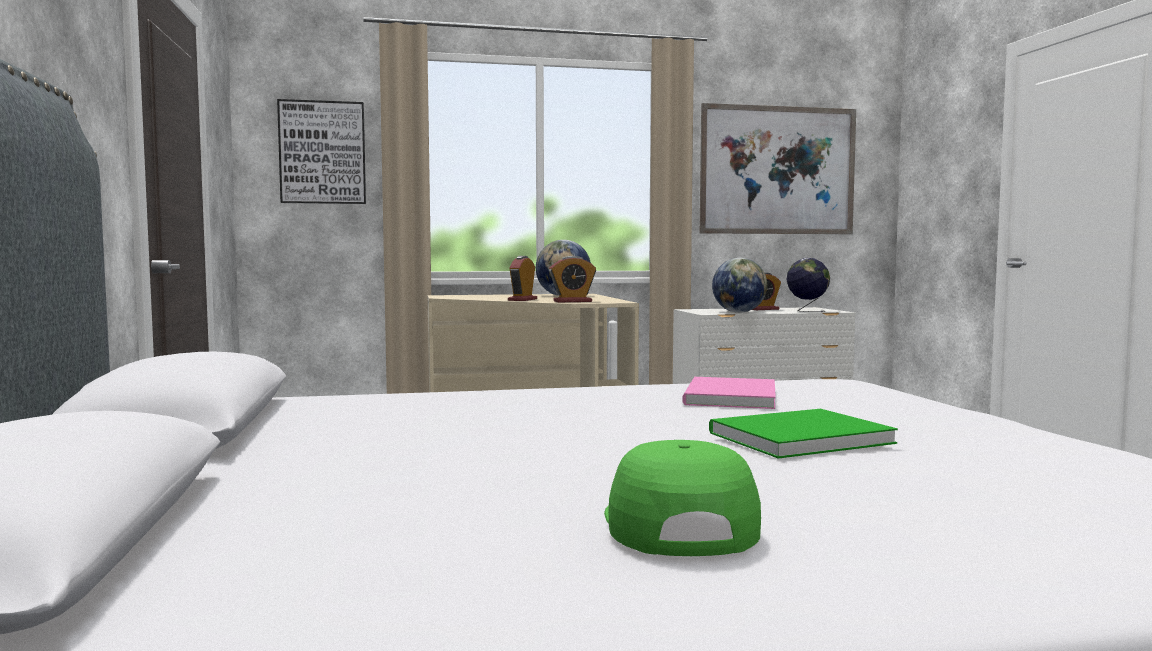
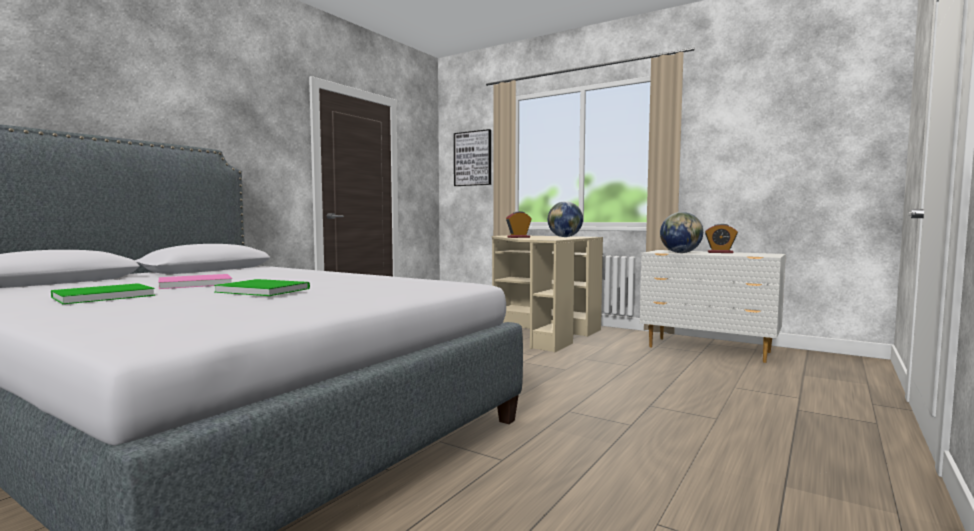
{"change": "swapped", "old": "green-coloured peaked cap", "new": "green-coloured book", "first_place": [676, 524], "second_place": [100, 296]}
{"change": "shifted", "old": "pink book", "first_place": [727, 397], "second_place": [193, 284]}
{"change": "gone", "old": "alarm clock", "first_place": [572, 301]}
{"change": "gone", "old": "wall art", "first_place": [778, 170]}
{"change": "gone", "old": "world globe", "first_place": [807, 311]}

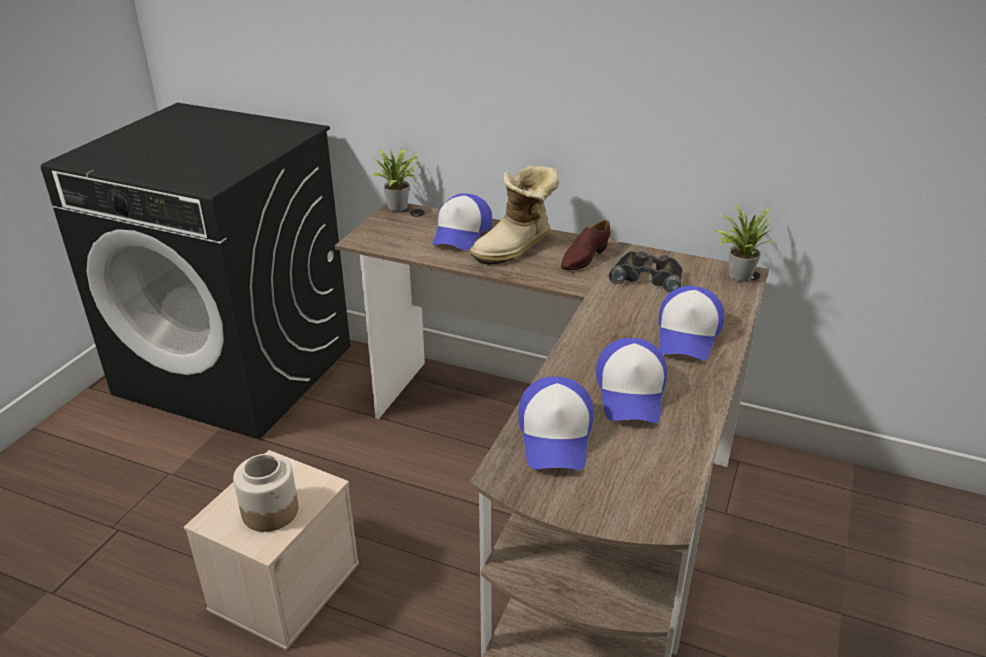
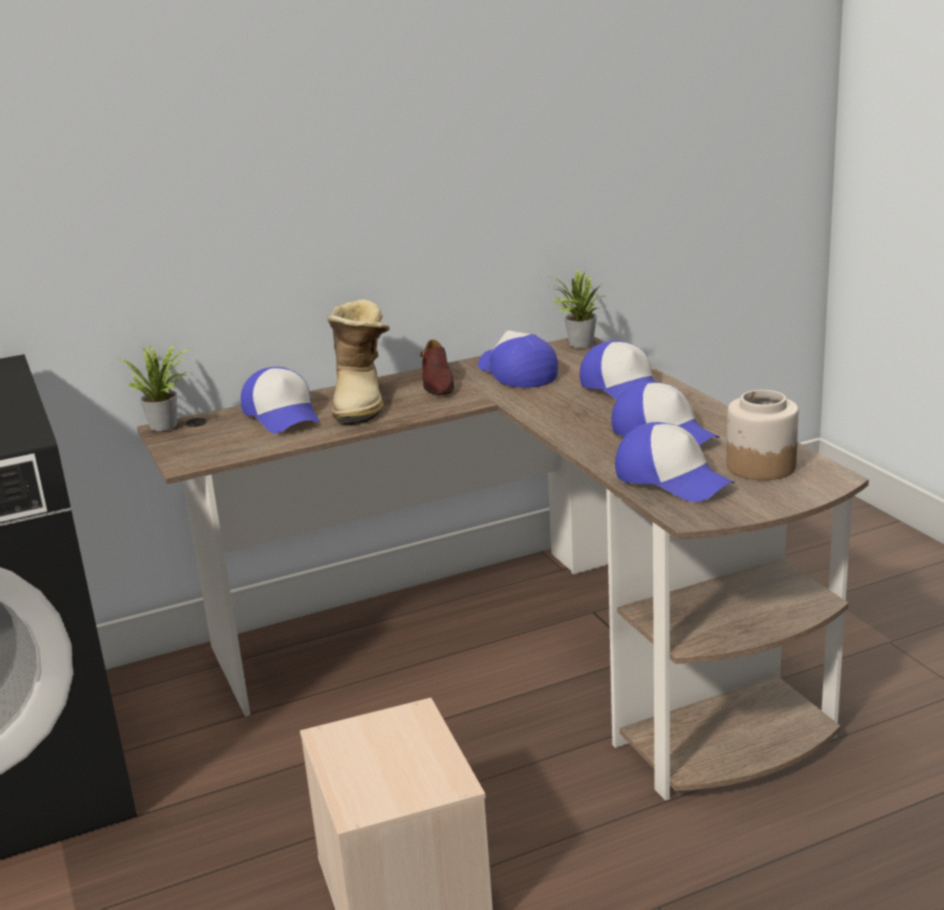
{"change": "swapped", "old": "black pair of binoculars", "new": "peaked cap", "first_place": [647, 277], "second_place": [516, 373]}
{"change": "shifted", "old": "preserve jar", "first_place": [270, 511], "second_place": [760, 466]}

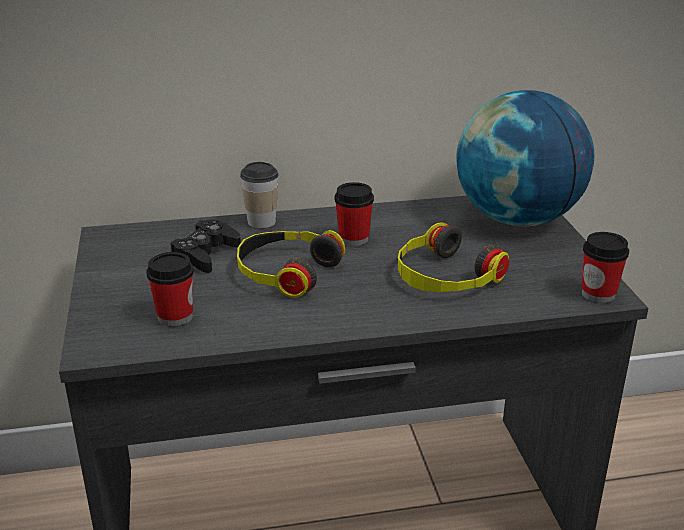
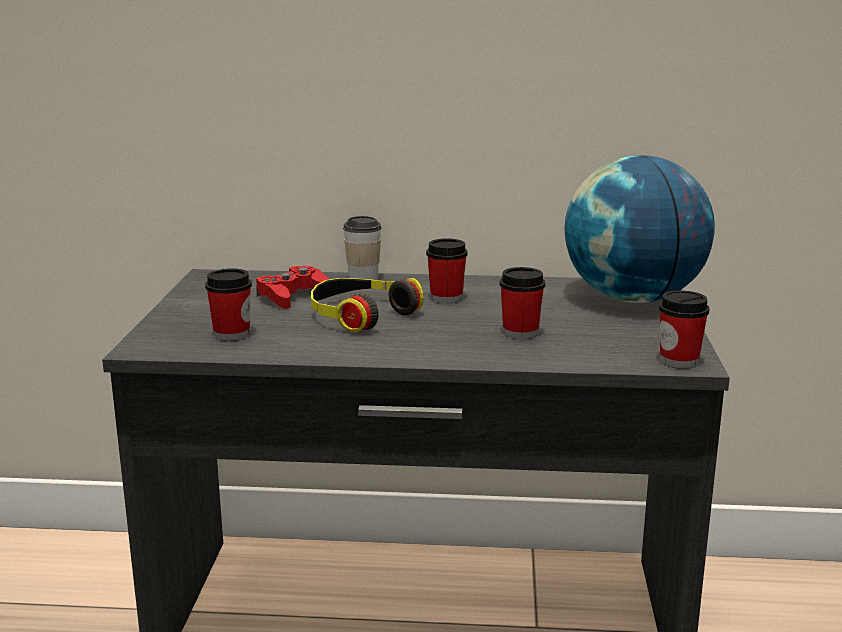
{"change": "repainted", "old": "black joypad", "new": "red joypad", "first_place": [205, 254], "second_place": [292, 296]}
{"change": "swapped", "old": "headset", "new": "drinking cup", "first_place": [445, 276], "second_place": [520, 333]}

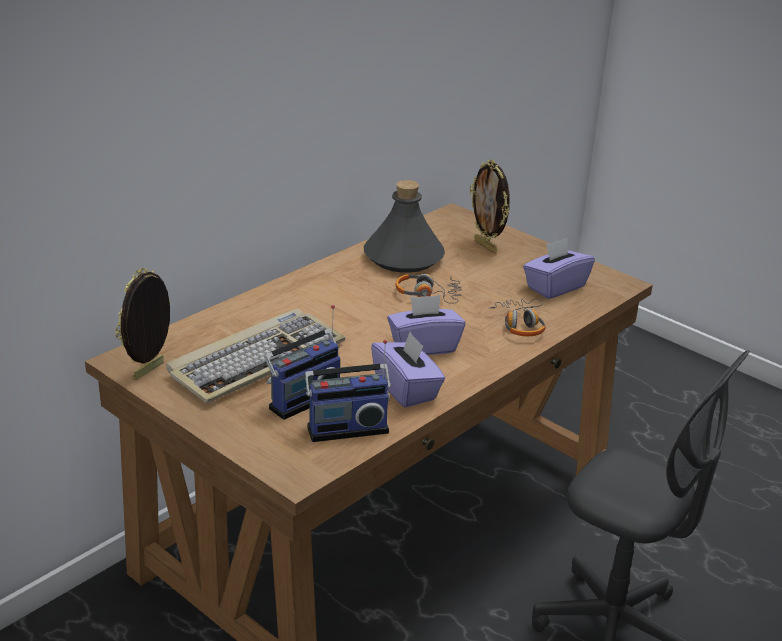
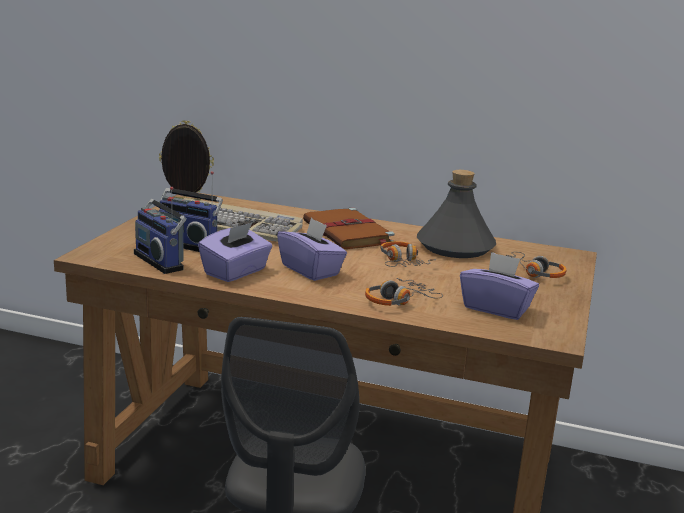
{"change": "new", "new": "brown book", "second_place": [348, 233]}
{"change": "swapped", "old": "standing frame", "new": "headset", "first_place": [486, 246], "second_place": [532, 273]}

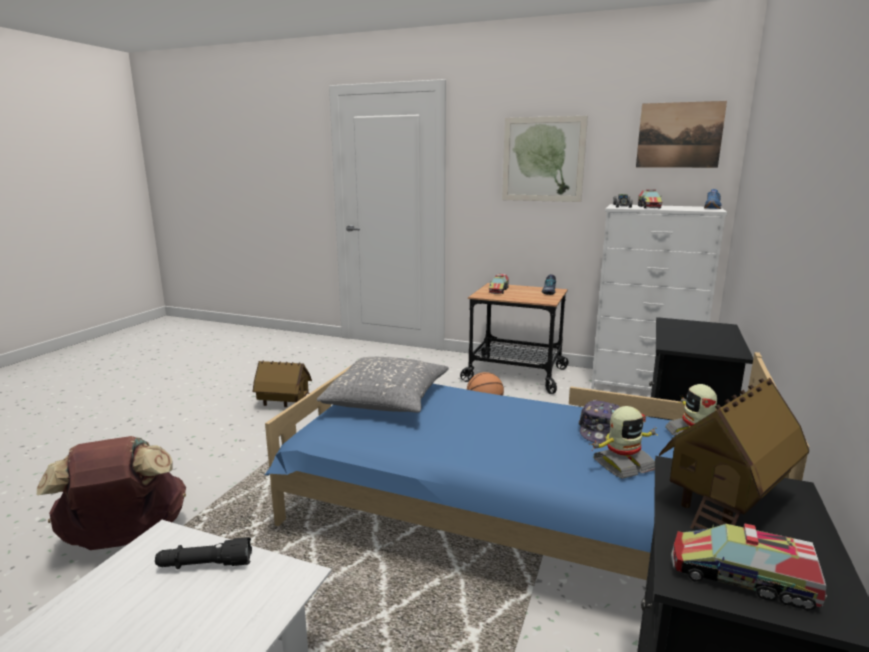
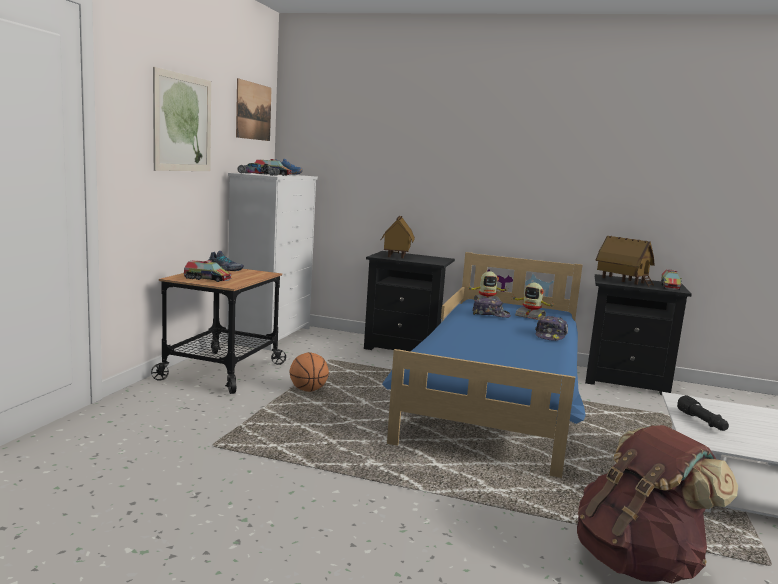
{"change": "shifted", "old": "miniature house", "first_place": [285, 404], "second_place": [396, 256]}
{"change": "rotated", "old": "robot figure", "first_place": [622, 464], "second_place": [530, 316], "degrees": 150}
{"change": "new", "new": "peaked cap", "second_place": [551, 336]}
{"change": "gone", "old": "greyish pillow", "first_place": [387, 400]}

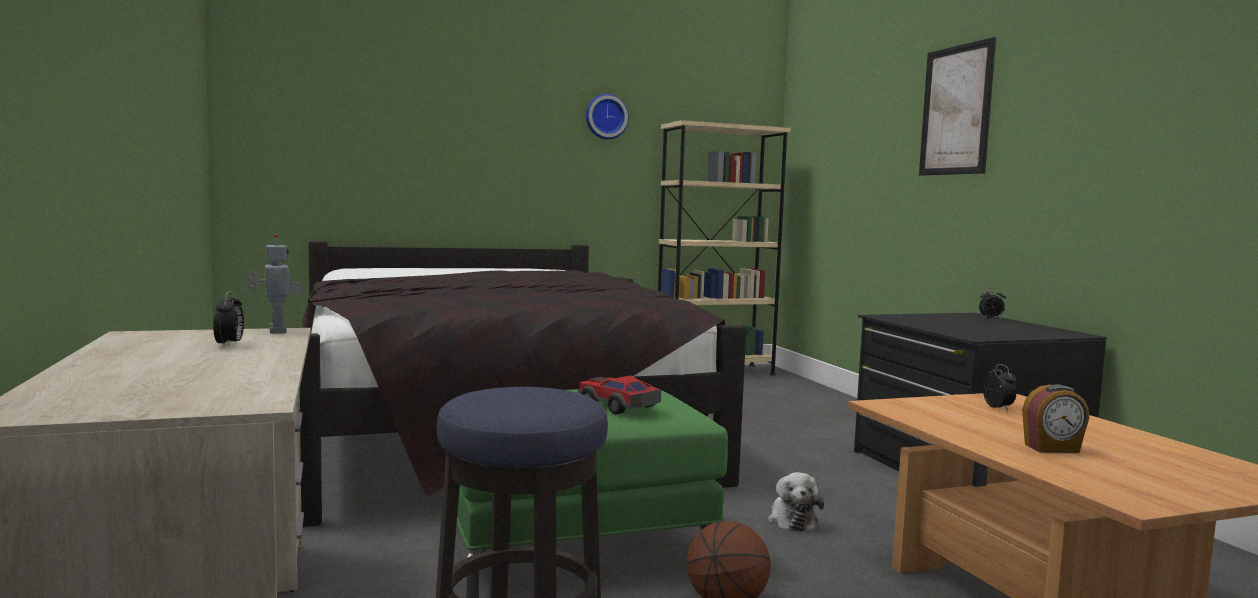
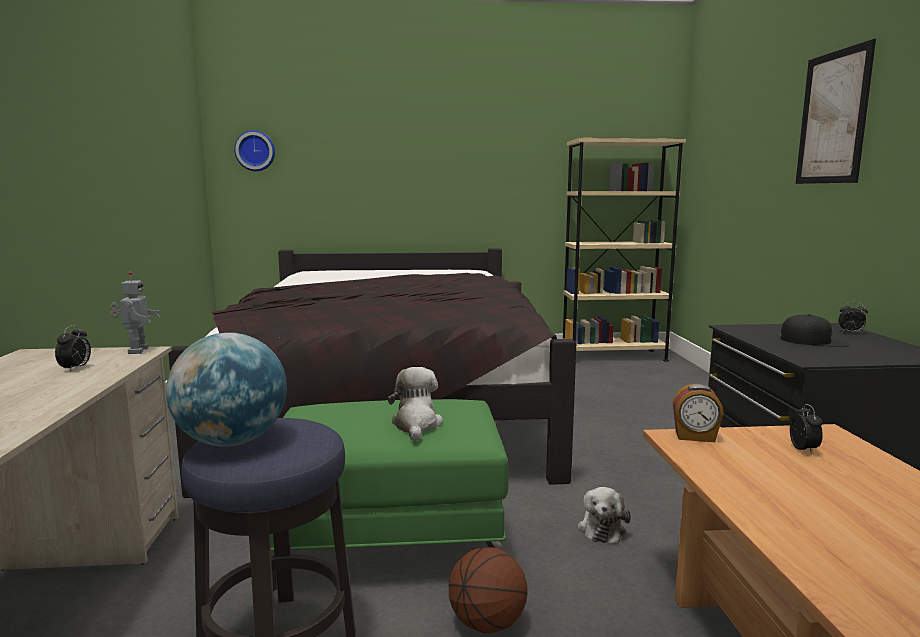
{"change": "new", "new": "world globe", "second_place": [232, 441]}
{"change": "shifted", "old": "hanging clock", "first_place": [606, 117], "second_place": [255, 151]}
{"change": "swapped", "old": "miniature car", "new": "plush toy", "first_place": [618, 406], "second_place": [416, 425]}
{"change": "shifted", "old": "alarm clock", "first_place": [1052, 449], "second_place": [695, 437]}
{"change": "new", "new": "black peaked cap", "second_place": [813, 341]}

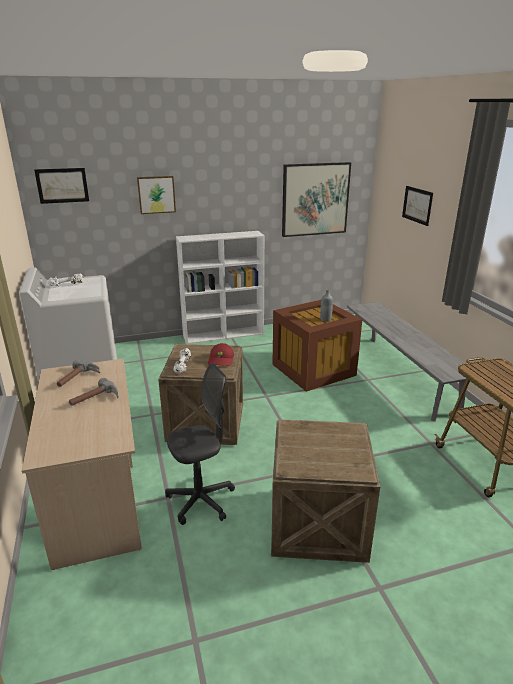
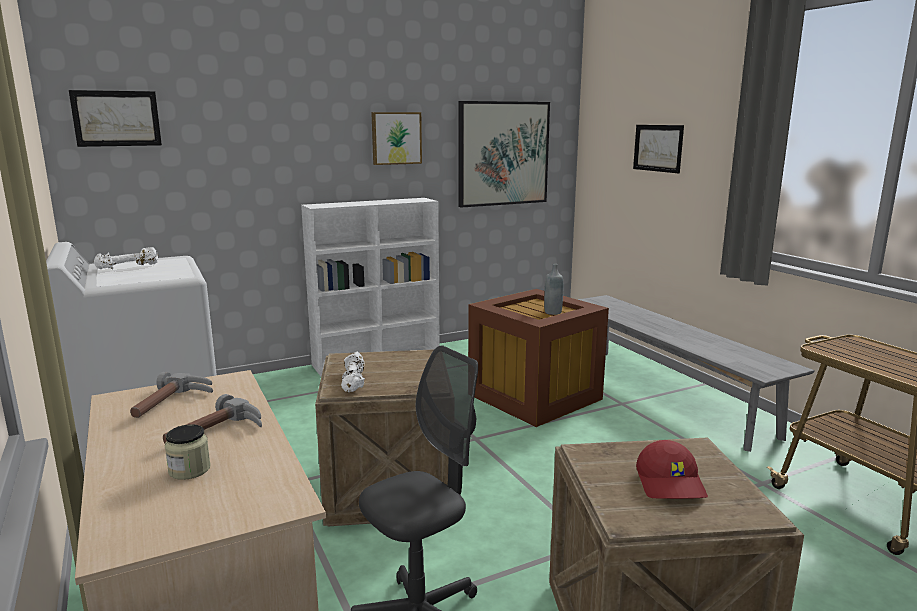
{"change": "new", "new": "preserve jar", "second_place": [189, 470]}
{"change": "shifted", "old": "wall art", "first_place": [156, 194], "second_place": [396, 138]}
{"change": "shifted", "old": "red peaked cap", "first_place": [221, 360], "second_place": [671, 484]}

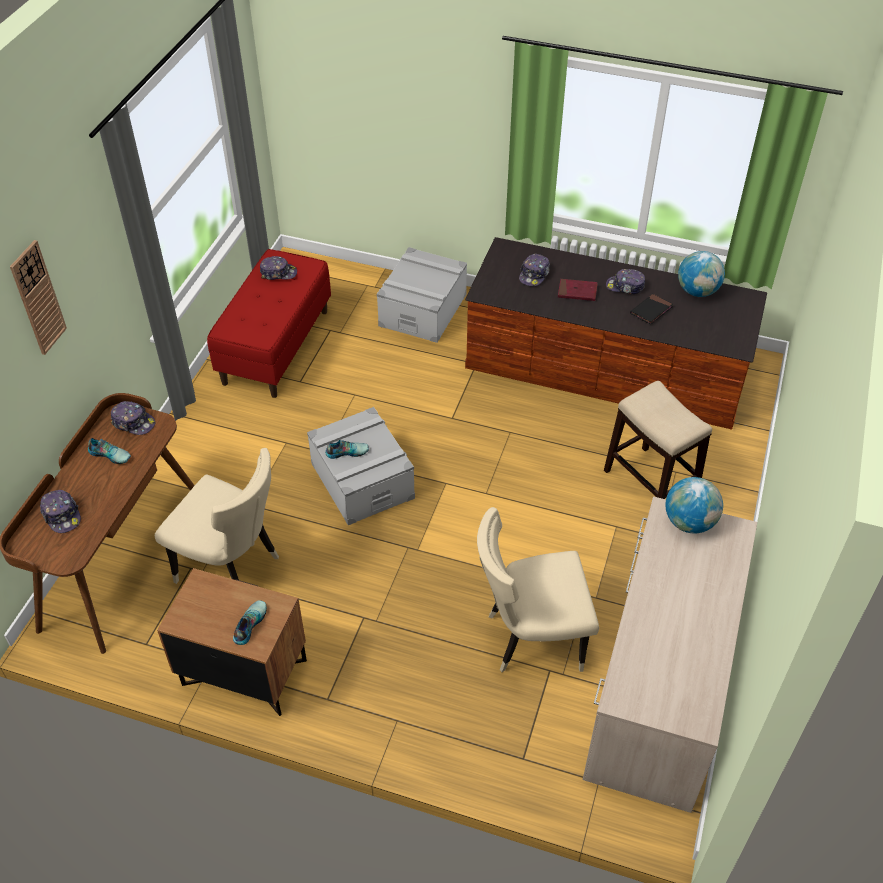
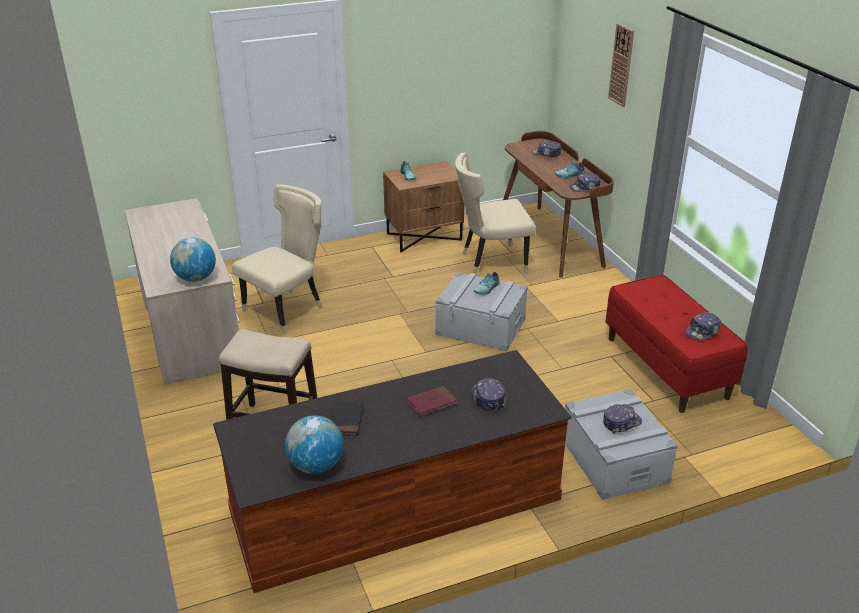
{"change": "shifted", "old": "peaked cap", "first_place": [625, 287], "second_place": [621, 422]}

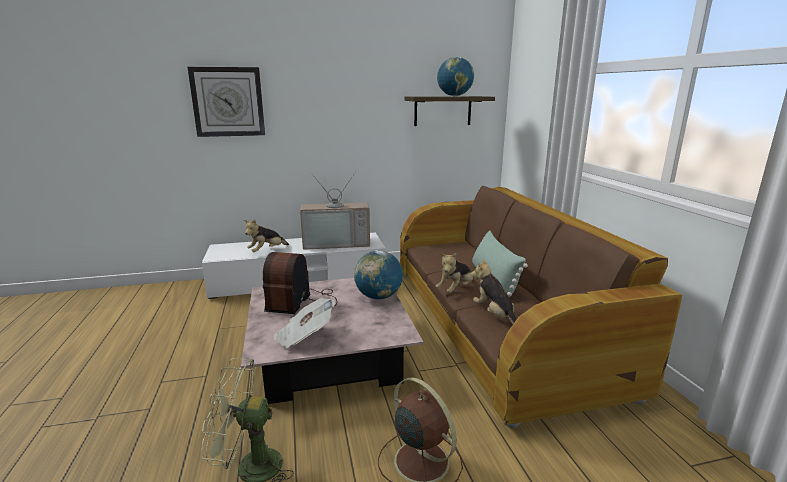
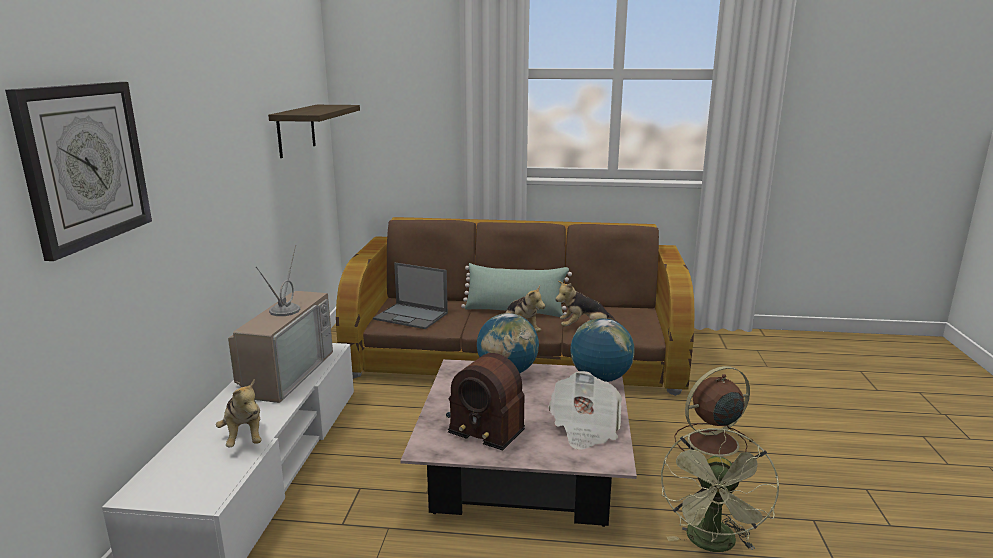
{"change": "new", "new": "notebook computer", "second_place": [411, 316]}
{"change": "shifted", "old": "world globe", "first_place": [454, 96], "second_place": [600, 379]}

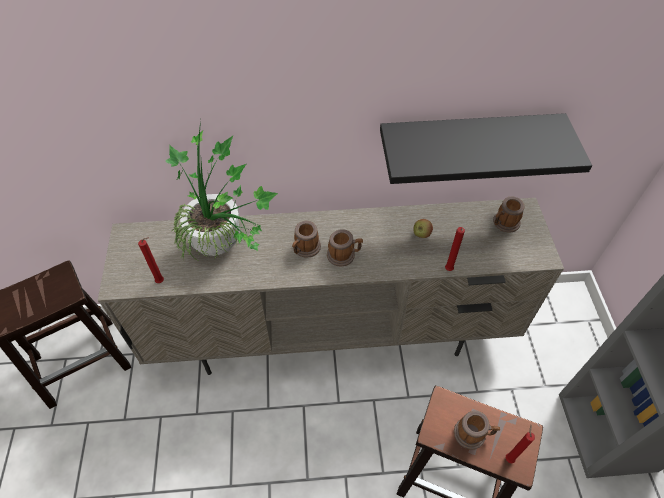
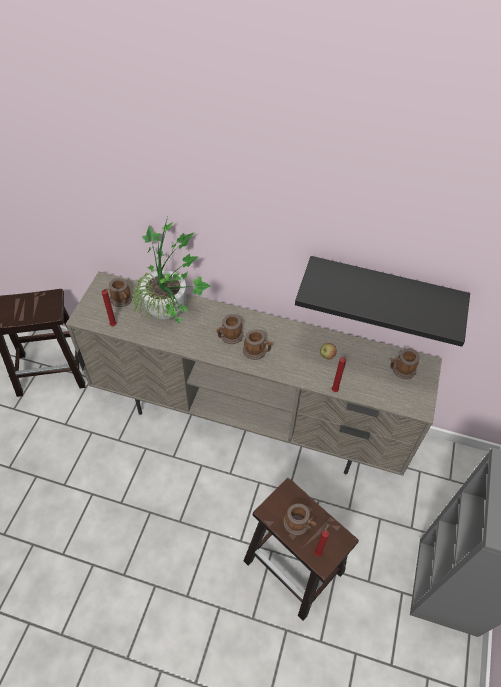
{"change": "new", "new": "mug", "second_place": [122, 300]}

